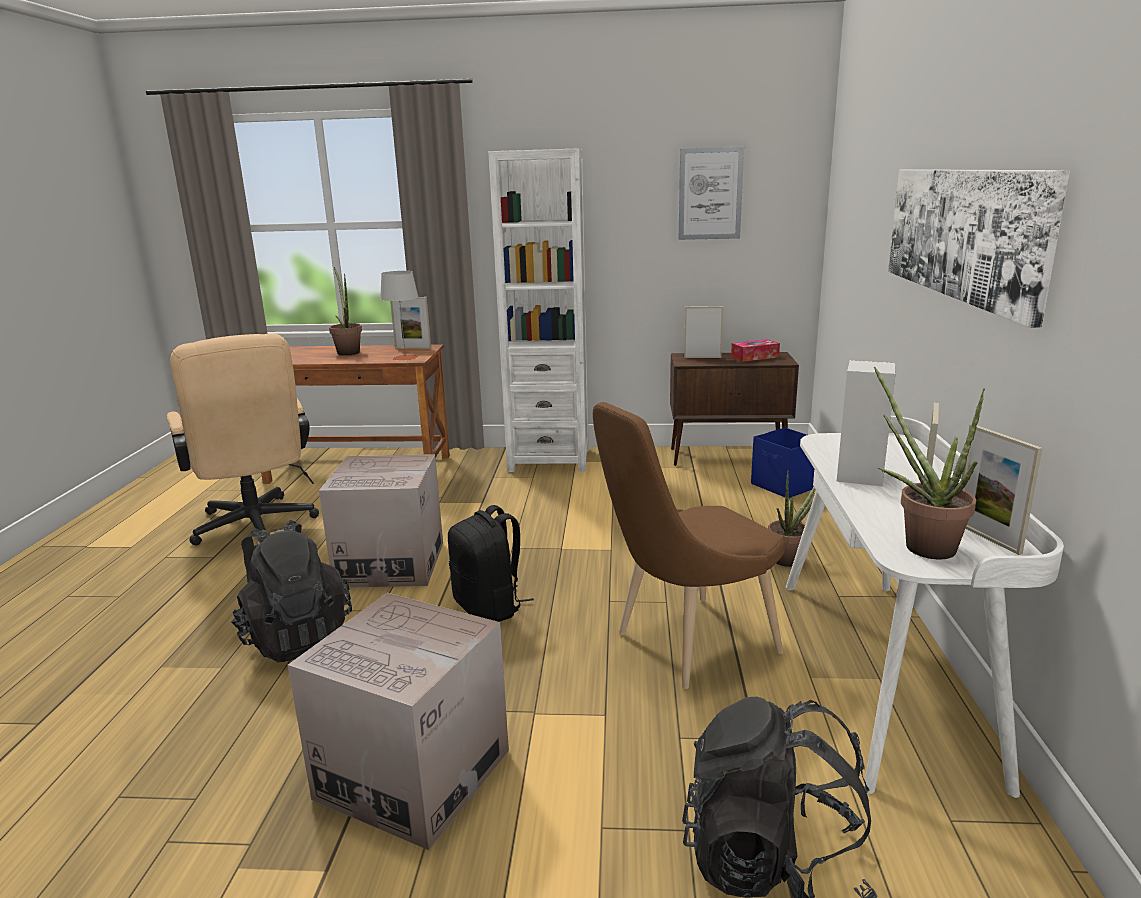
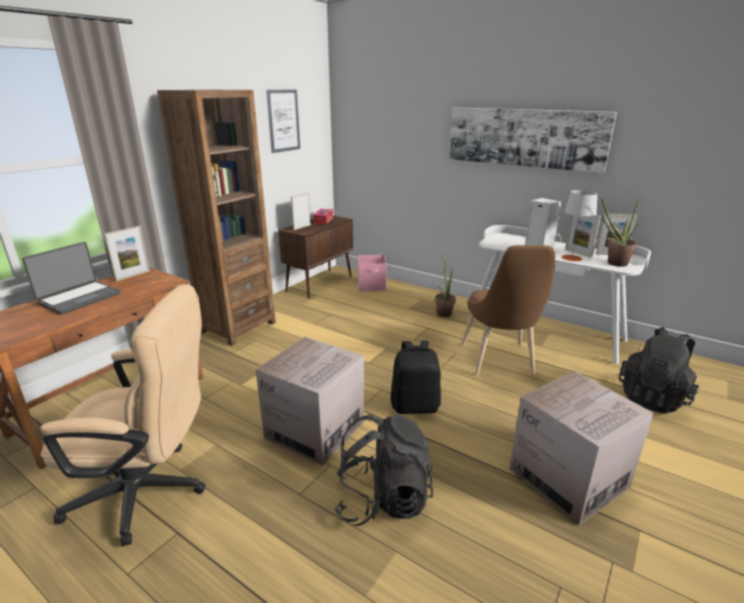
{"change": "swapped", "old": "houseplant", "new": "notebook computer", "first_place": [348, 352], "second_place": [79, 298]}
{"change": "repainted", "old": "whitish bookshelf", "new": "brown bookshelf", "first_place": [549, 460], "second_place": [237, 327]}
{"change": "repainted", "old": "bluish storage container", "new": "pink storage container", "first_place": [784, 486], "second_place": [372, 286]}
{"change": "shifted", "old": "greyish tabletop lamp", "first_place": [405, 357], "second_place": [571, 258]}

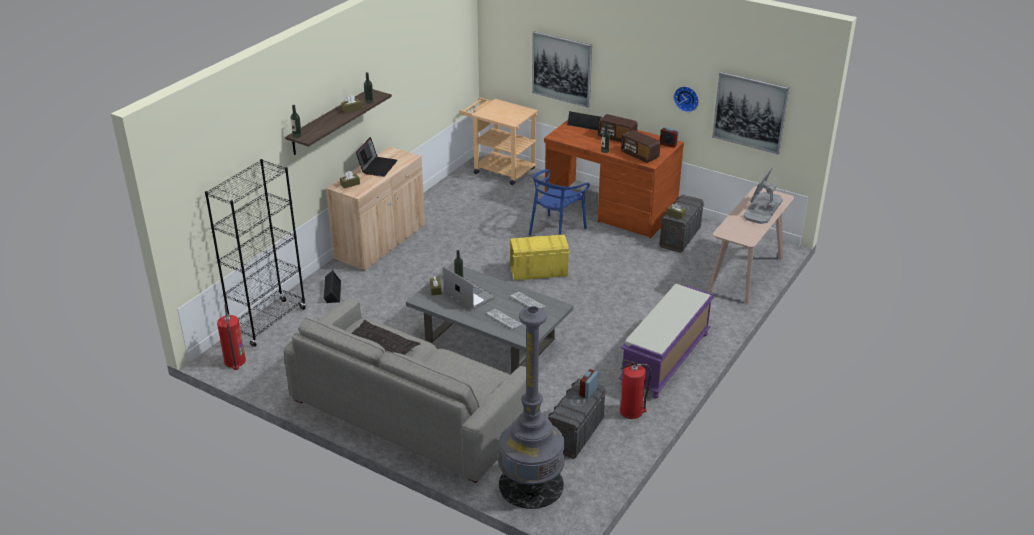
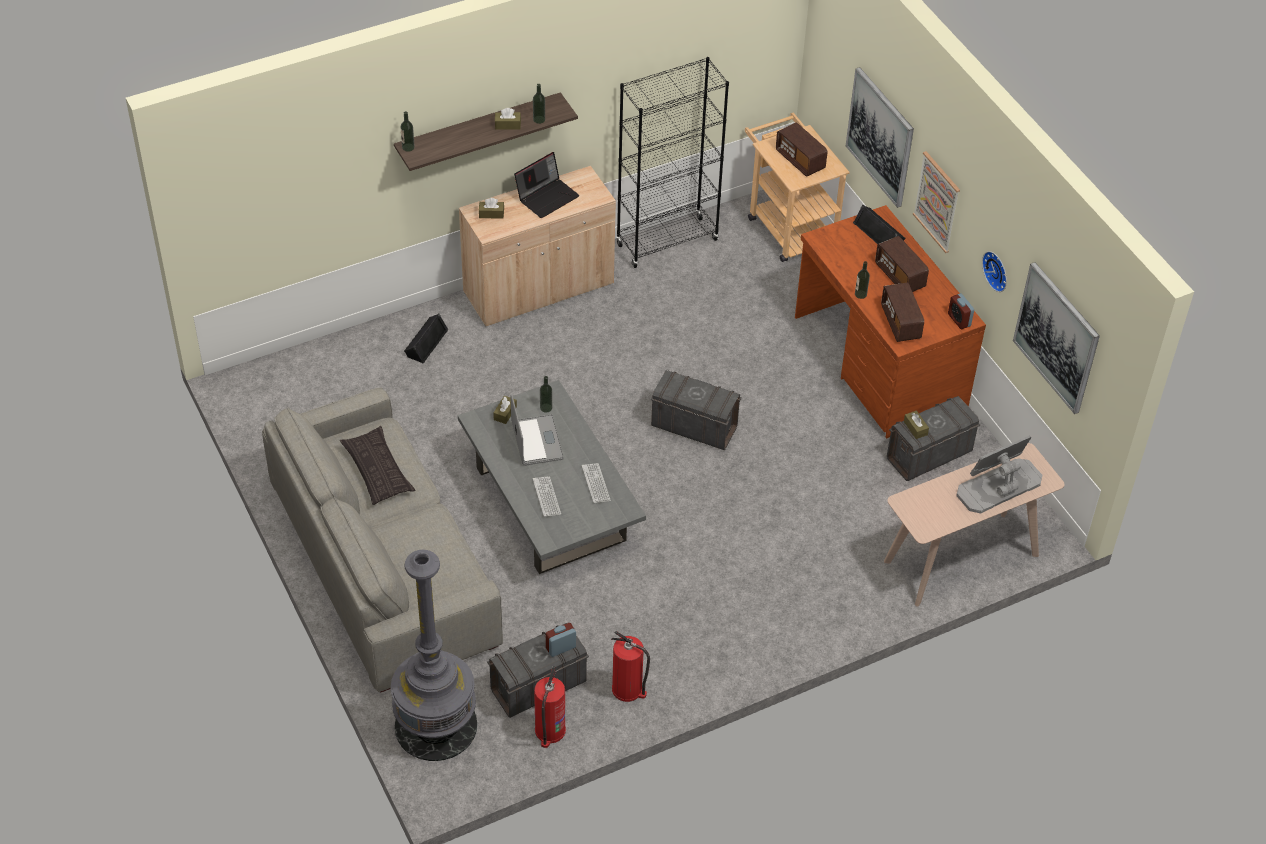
{"change": "shifted", "old": "extinguisher", "first_place": [235, 361], "second_place": [549, 731]}
{"change": "shifted", "old": "black bookshelf", "first_place": [269, 323], "second_place": [667, 242]}
{"change": "repainted", "old": "yellowish storage container", "new": "greyish storage container", "first_place": [538, 272], "second_place": [693, 426]}
{"change": "new", "new": "radio set", "second_place": [800, 160]}
{"change": "new", "new": "wall art", "second_place": [937, 201]}
{"change": "gone", "old": "bluish upright chair", "first_place": [556, 230]}
{"change": "gone", "old": "purple-coloured long seat", "first_place": [665, 359]}

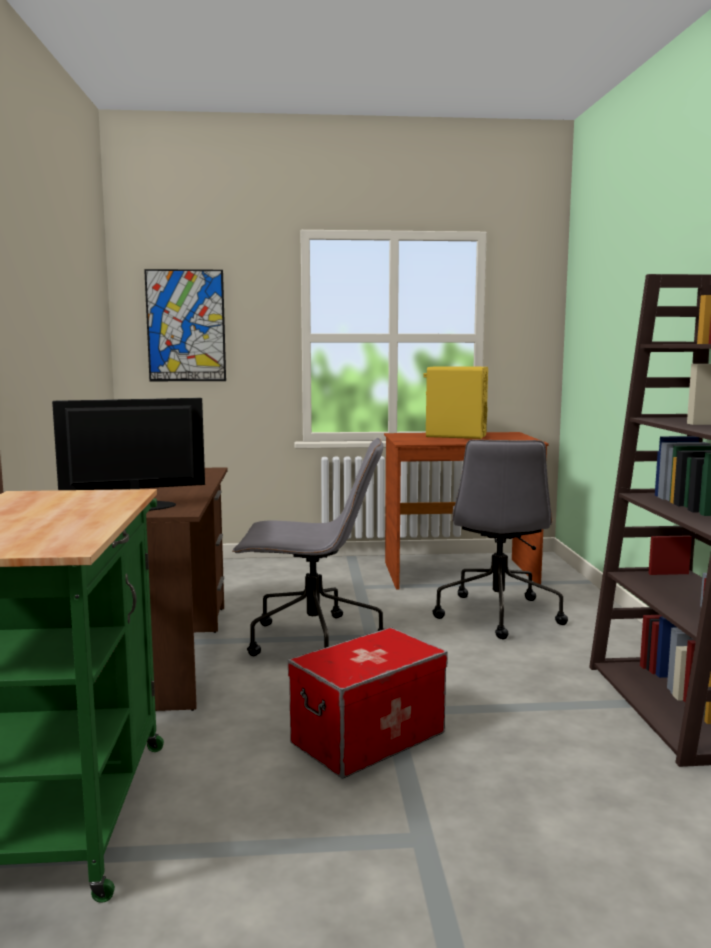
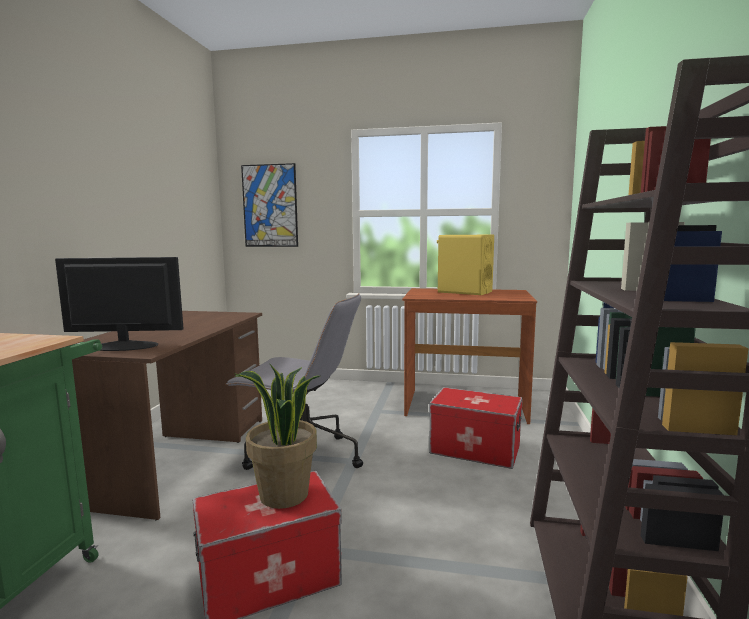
{"change": "new", "new": "houseplant", "second_place": [283, 495]}
{"change": "swapped", "old": "greyish office chair", "new": "storage container", "first_place": [497, 614], "second_place": [474, 450]}

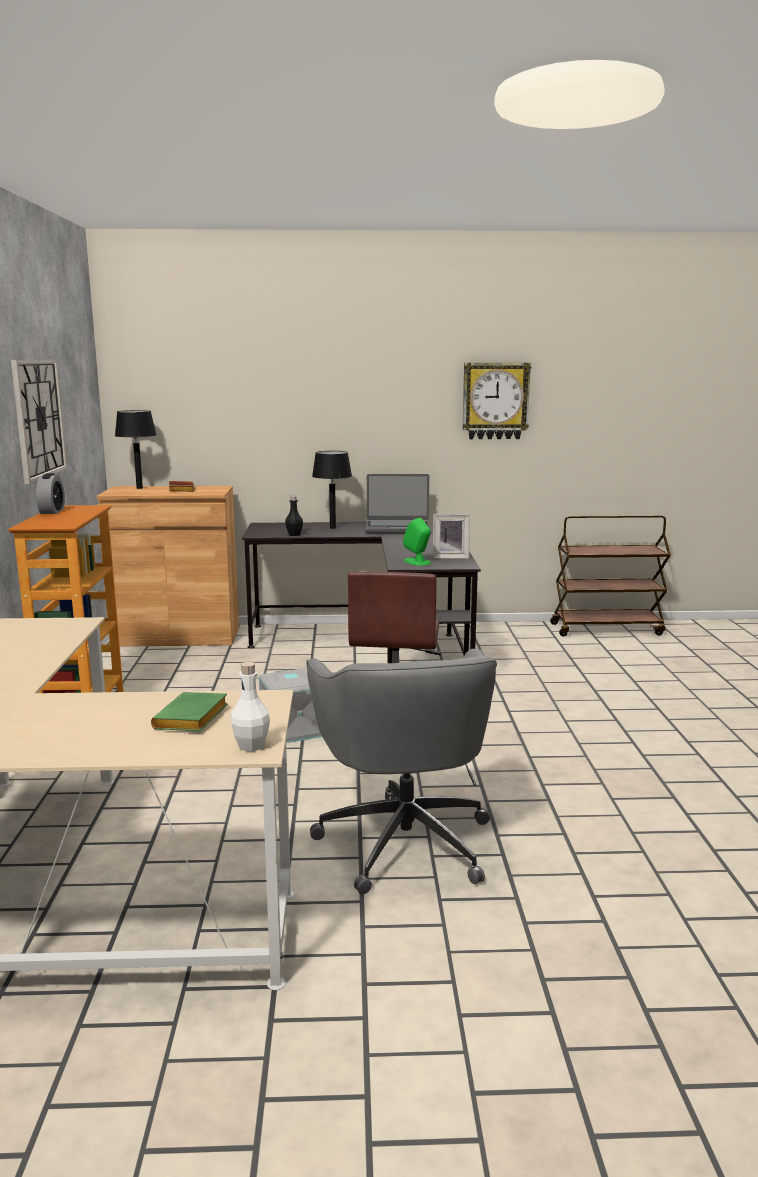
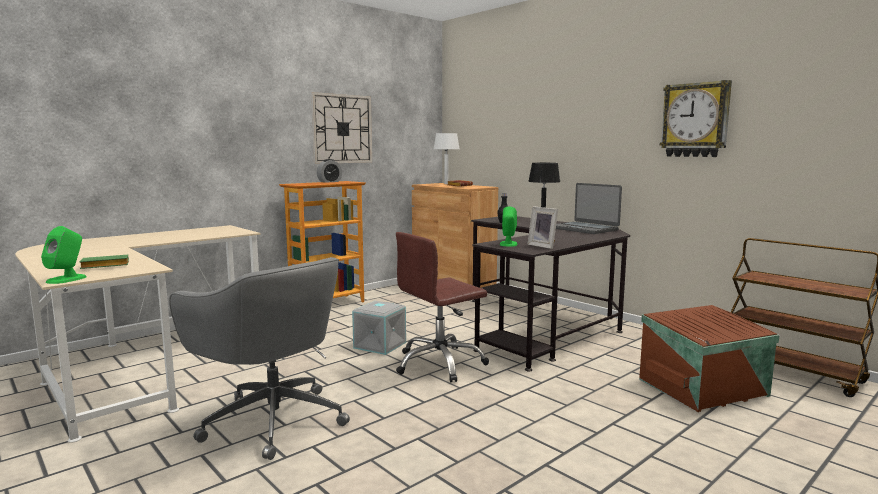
{"change": "swapped", "old": "whitish beverage bottle", "new": "green-coloured loudspeaker", "first_place": [251, 746], "second_place": [67, 279]}
{"change": "rotated", "old": "greyish office chair", "first_place": [404, 840], "second_place": [272, 419], "degrees": -90}
{"change": "repainted", "old": "black tabletop lamp", "new": "whitish tabletop lamp", "first_place": [139, 488], "second_place": [446, 184]}
{"change": "new", "new": "brown storage container", "second_place": [704, 388]}

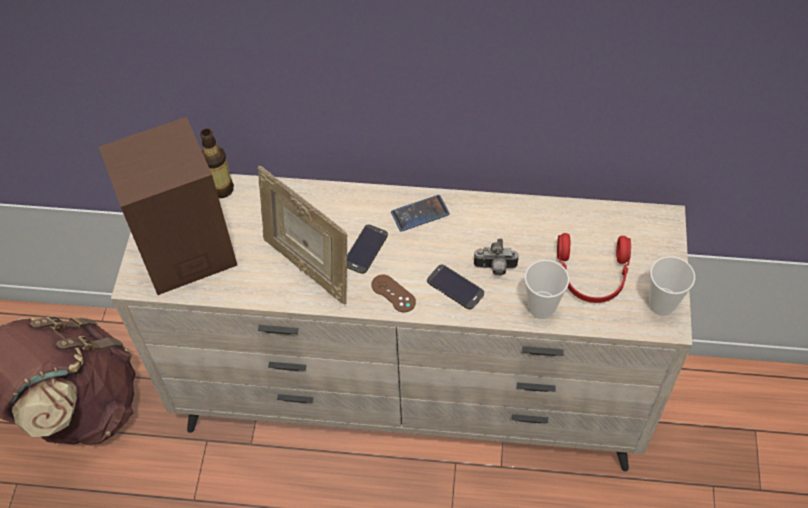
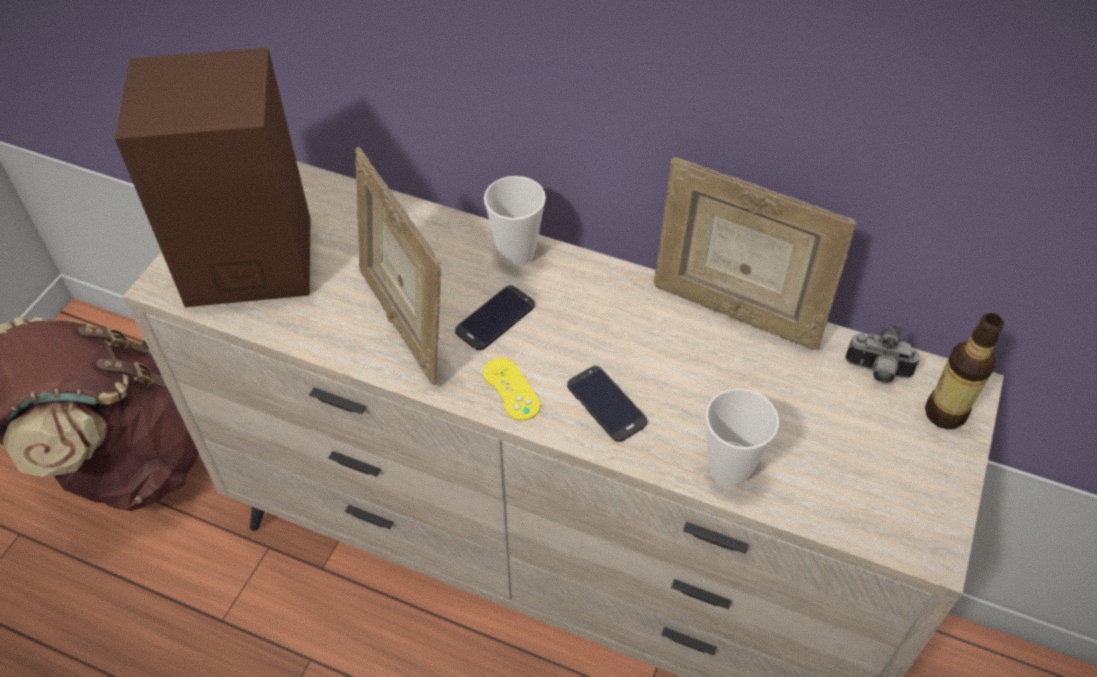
{"change": "repainted", "old": "brown joypad", "new": "yellowish joypad", "first_place": [393, 293], "second_place": [511, 389]}
{"change": "shifted", "old": "drinking cup", "first_place": [661, 305], "second_place": [516, 253]}
{"change": "new", "new": "standing frame", "second_place": [735, 311]}
{"change": "shifted", "old": "photo camera", "first_place": [495, 268], "second_place": [877, 372]}
{"change": "shifted", "old": "beverage bottle", "first_place": [221, 189], "second_place": [944, 413]}
{"change": "gone", "old": "handset", "first_place": [420, 213]}
{"change": "gone", "old": "red headset", "first_place": [592, 275]}

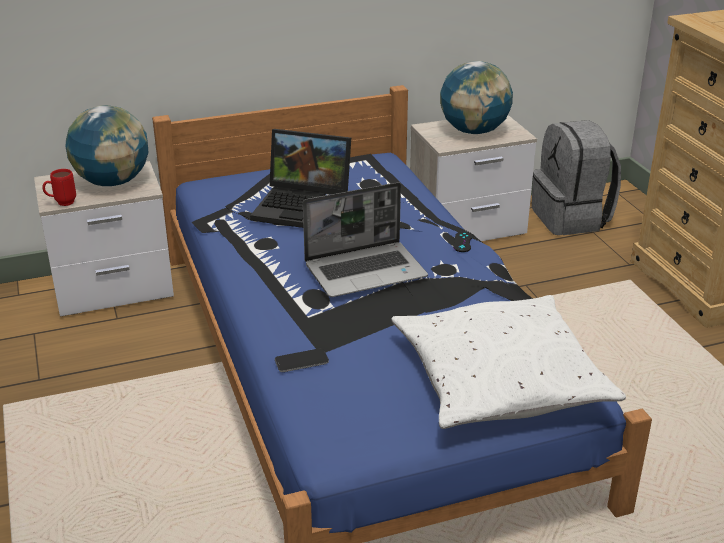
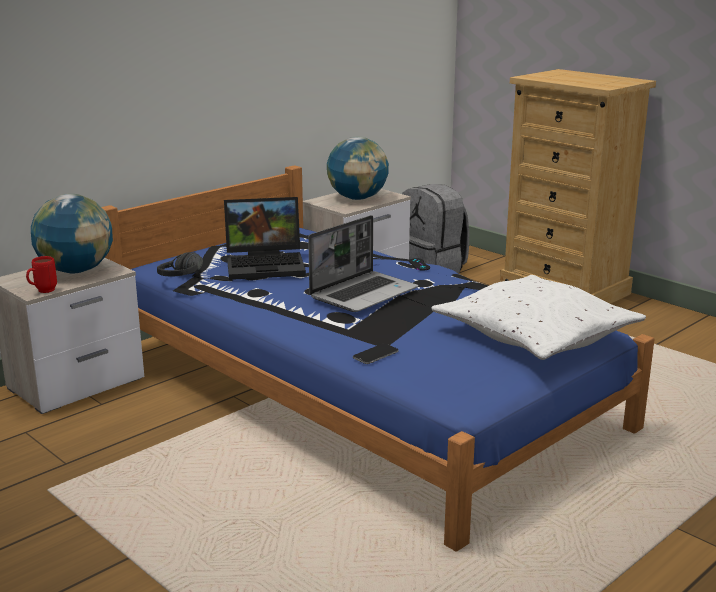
{"change": "new", "new": "black headset", "second_place": [188, 277]}

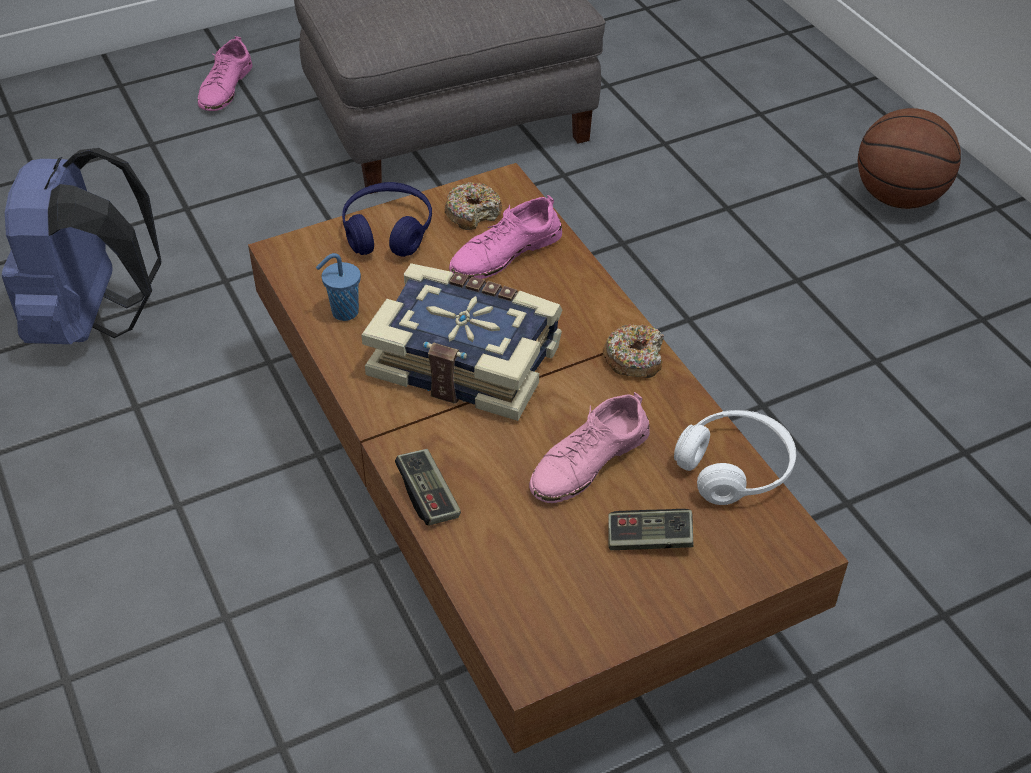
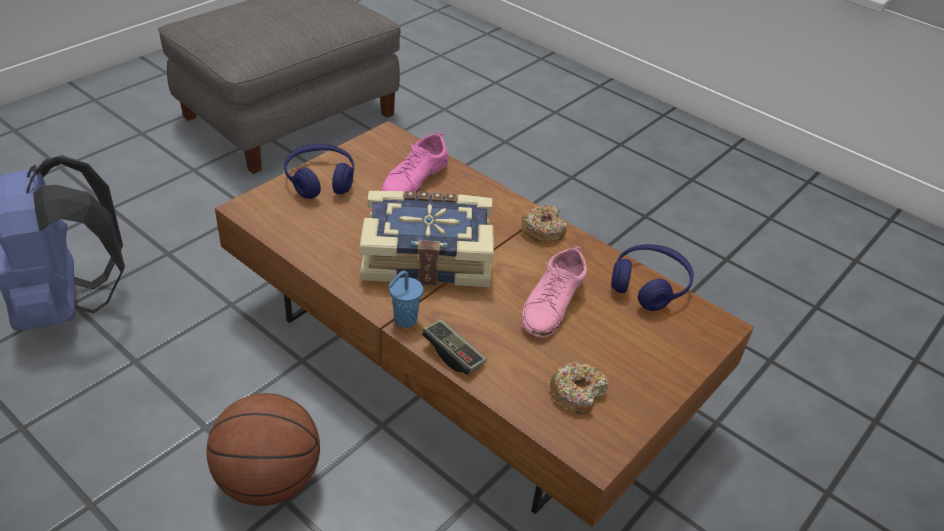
{"change": "shifted", "old": "basketball ball", "first_place": [897, 197], "second_place": [267, 481]}
{"change": "shifted", "old": "bluish drinking cup", "first_place": [343, 312], "second_place": [404, 320]}
{"change": "shifted", "old": "donut", "first_place": [473, 213], "second_place": [577, 393]}
{"change": "repainted", "old": "whitish headset", "new": "bluish headset", "first_place": [734, 468], "second_place": [649, 285]}
{"change": "gone", "old": "pink item of footwear", "first_place": [225, 88]}
{"change": "gone", "old": "joypad", "first_place": [649, 539]}

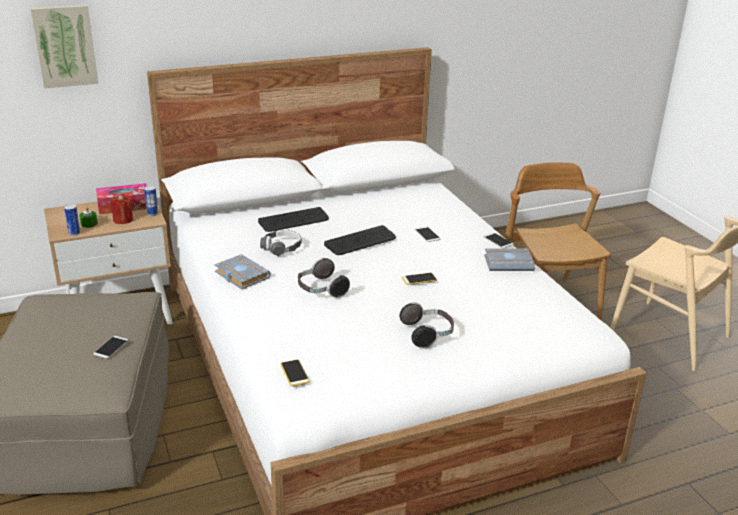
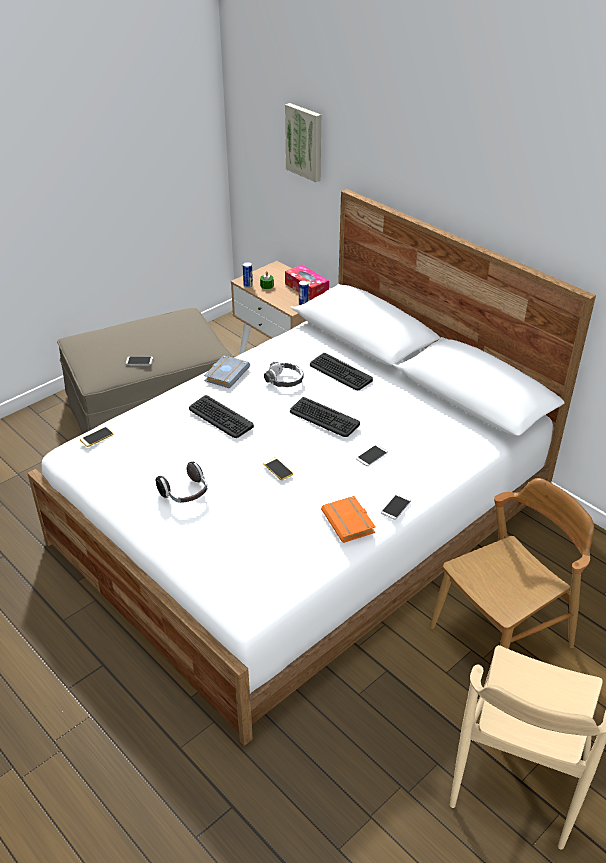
{"change": "swapped", "old": "headset", "new": "PC keyboard", "first_place": [321, 290], "second_place": [220, 418]}
{"change": "repainted", "old": "greyish book", "new": "orange-coloured book", "first_place": [509, 263], "second_place": [350, 522]}
{"change": "gone", "old": "red candle", "first_place": [123, 220]}

